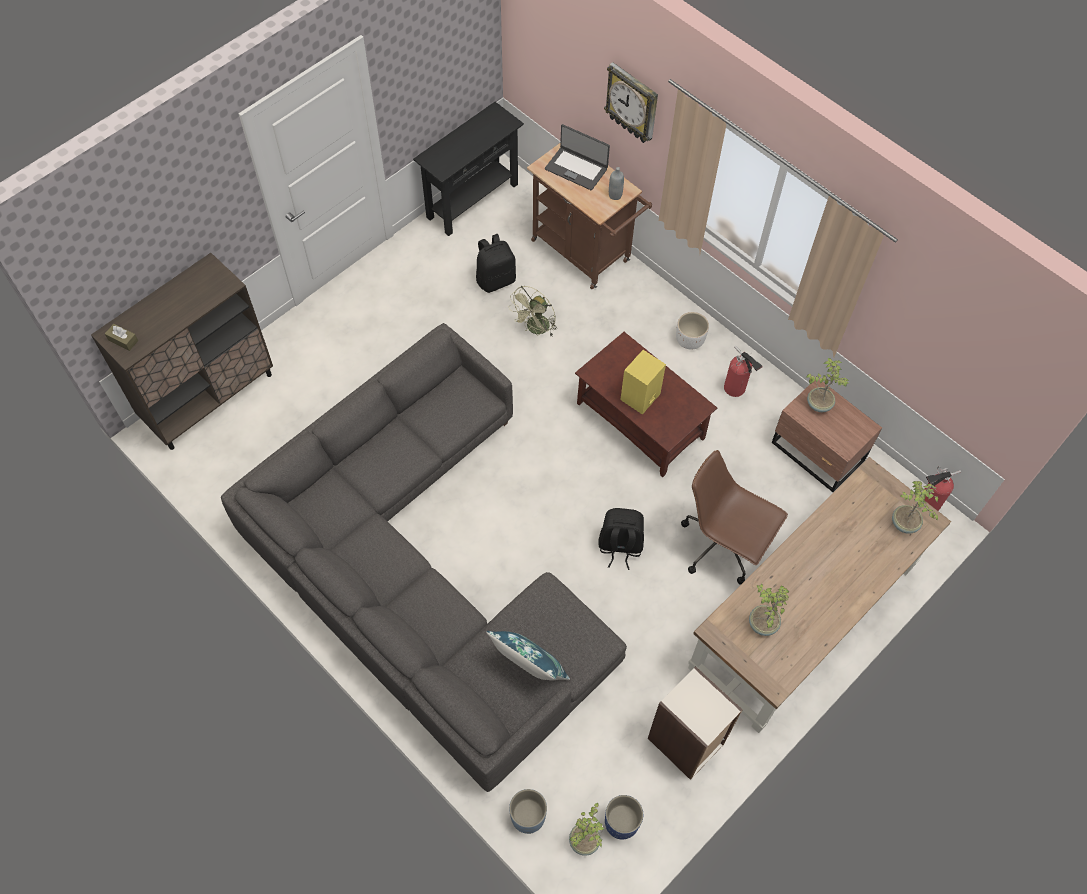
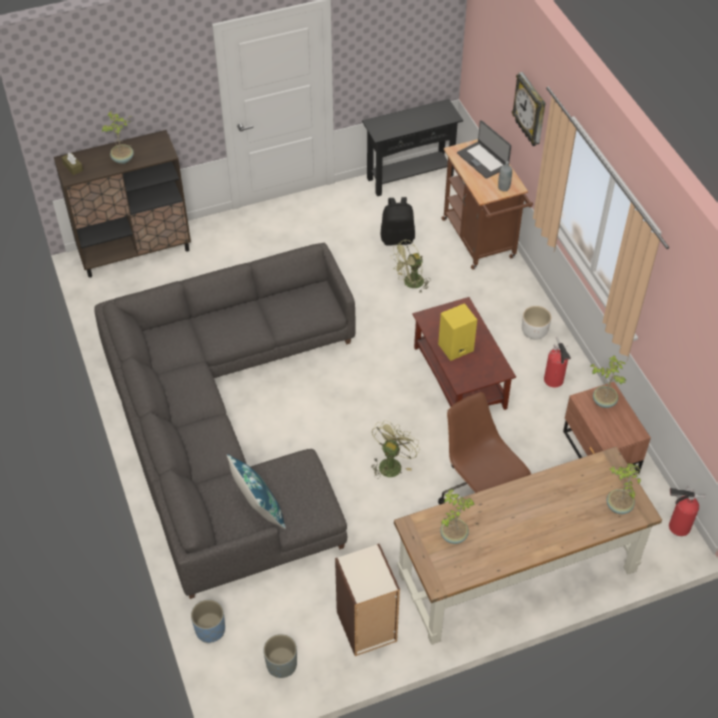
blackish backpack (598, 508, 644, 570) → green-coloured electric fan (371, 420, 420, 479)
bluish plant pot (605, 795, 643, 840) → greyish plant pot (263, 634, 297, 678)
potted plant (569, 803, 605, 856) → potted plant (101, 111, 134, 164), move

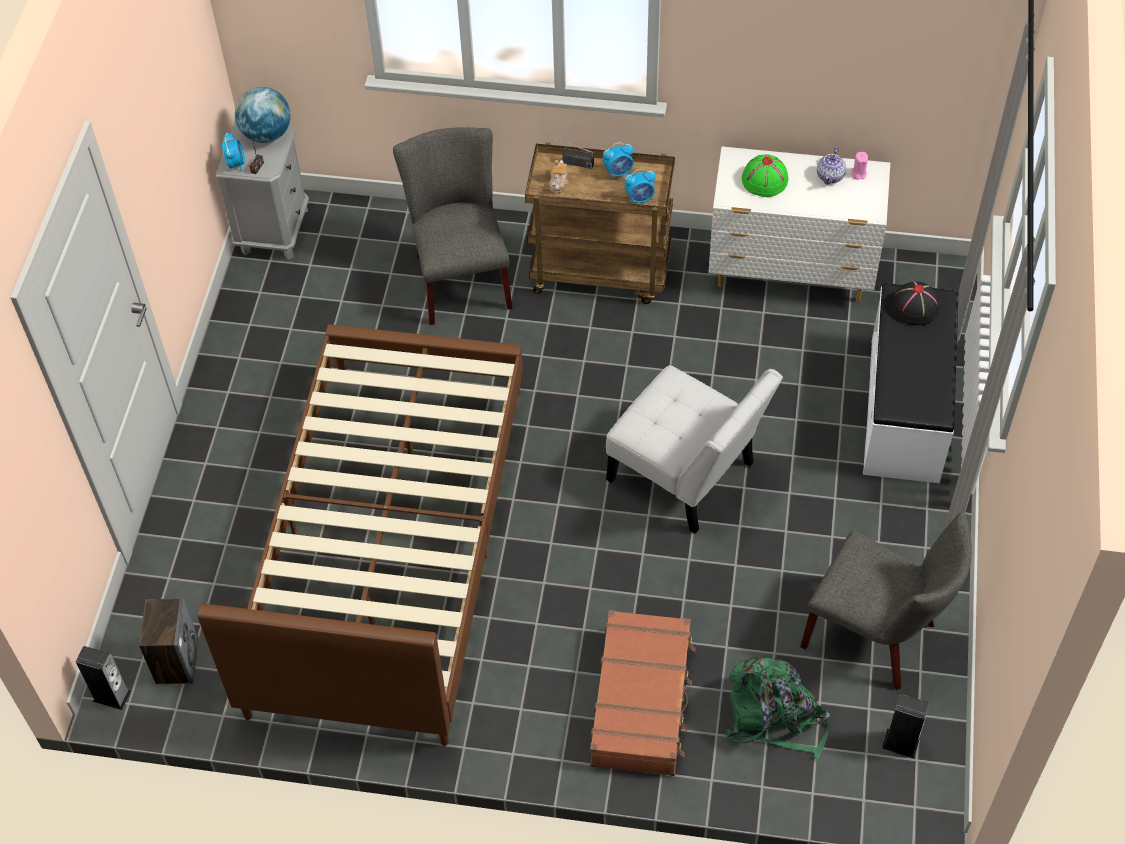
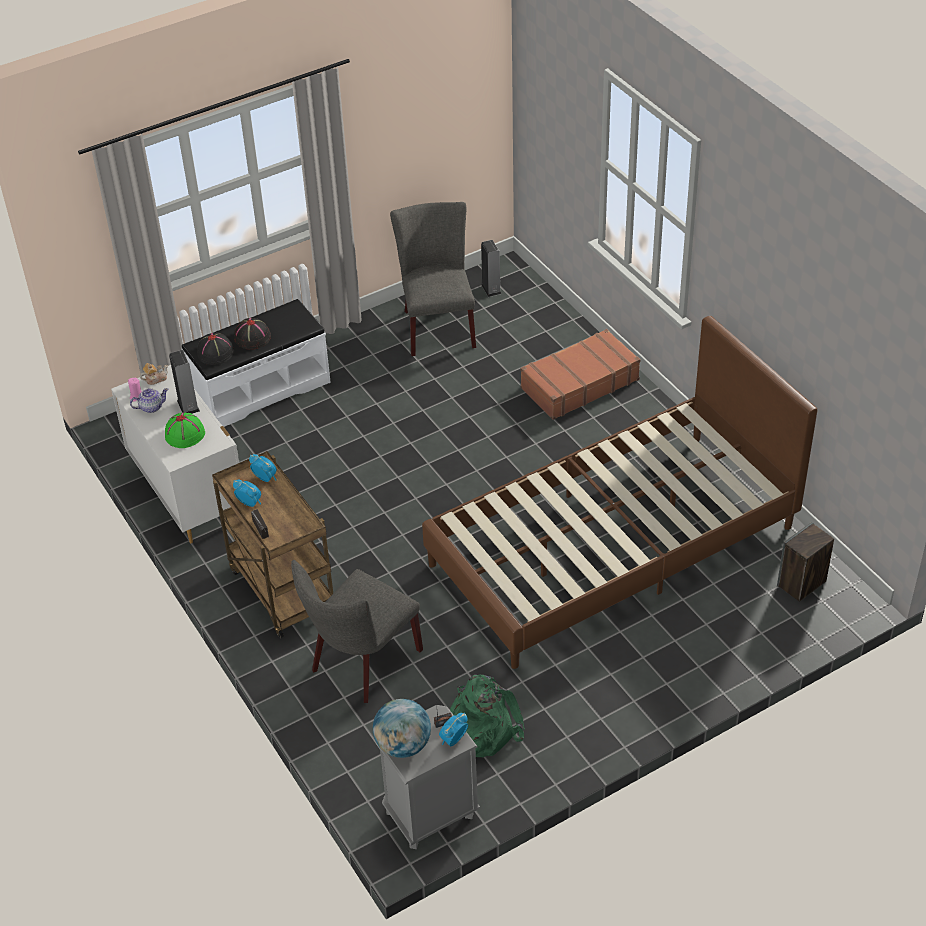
pot for tea (549, 160, 569, 193) → pot for tea (140, 363, 168, 385), move
white chair (606, 365, 783, 534) → -
audio speaker (76, 646, 131, 710) → audio speaker (169, 350, 200, 414), move
green-coloured backpack (725, 658, 830, 760) → green-coloured backpack (450, 674, 525, 757), move
- → blackish wearable hat (234, 318, 271, 350)

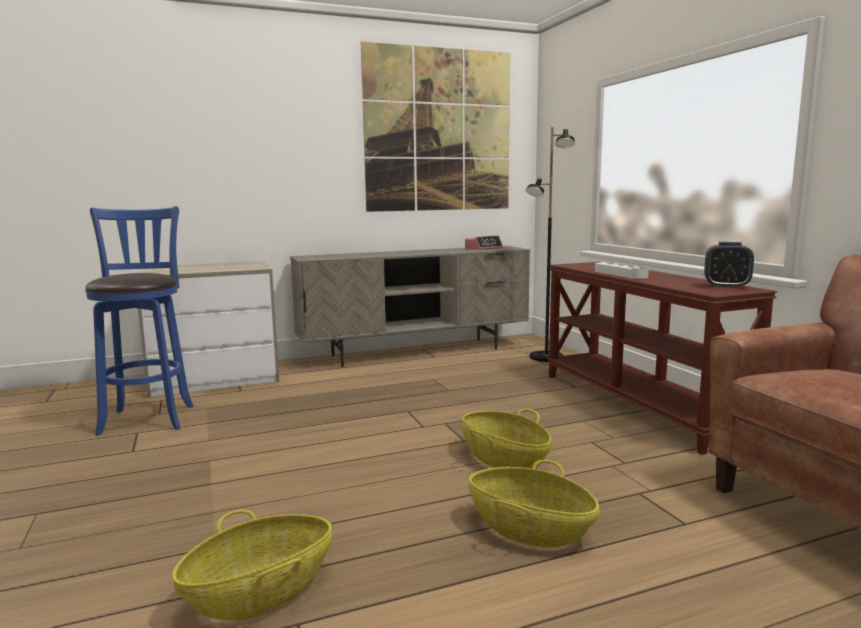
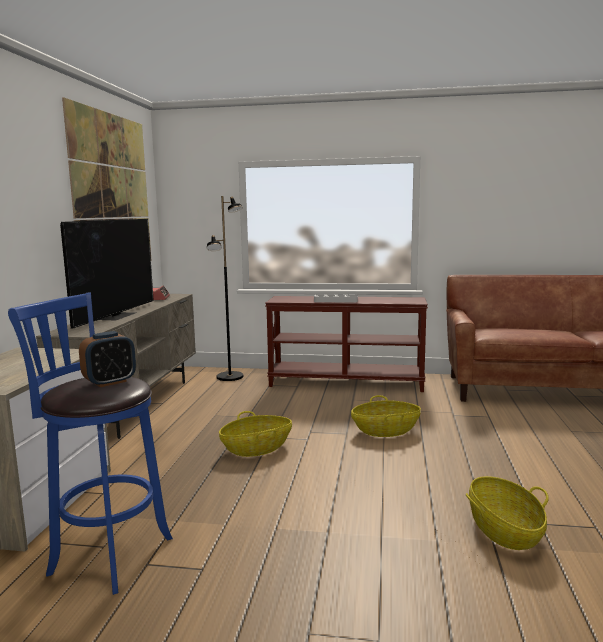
table clock (704, 242, 754, 288) → table clock (79, 331, 136, 387), move
household basket (469, 460, 599, 548) → household basket (219, 411, 292, 457), move
- → TV set (60, 219, 154, 329)

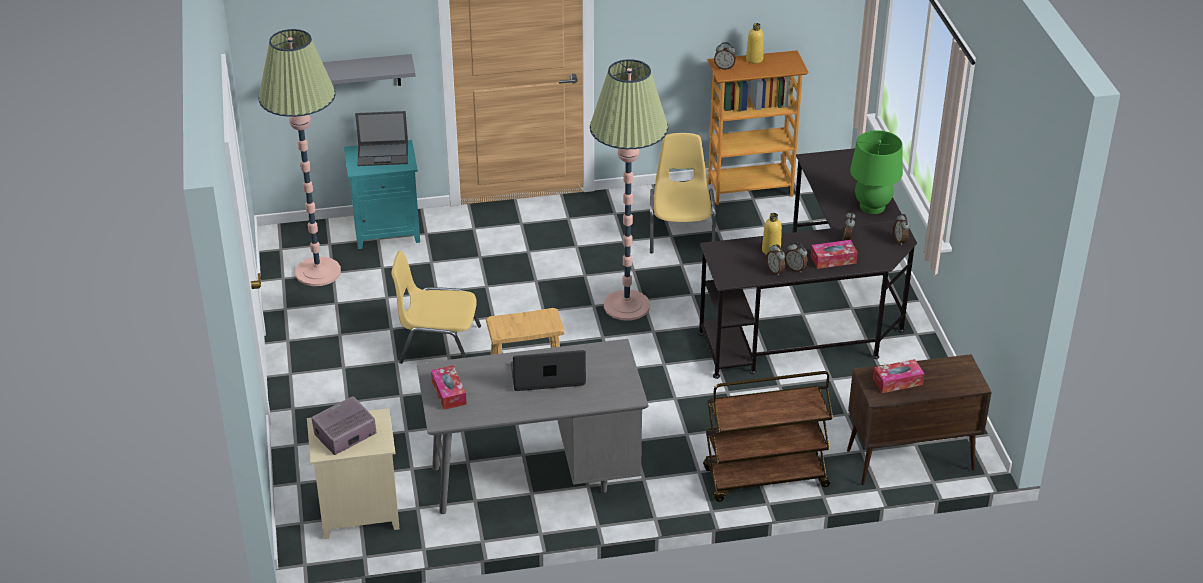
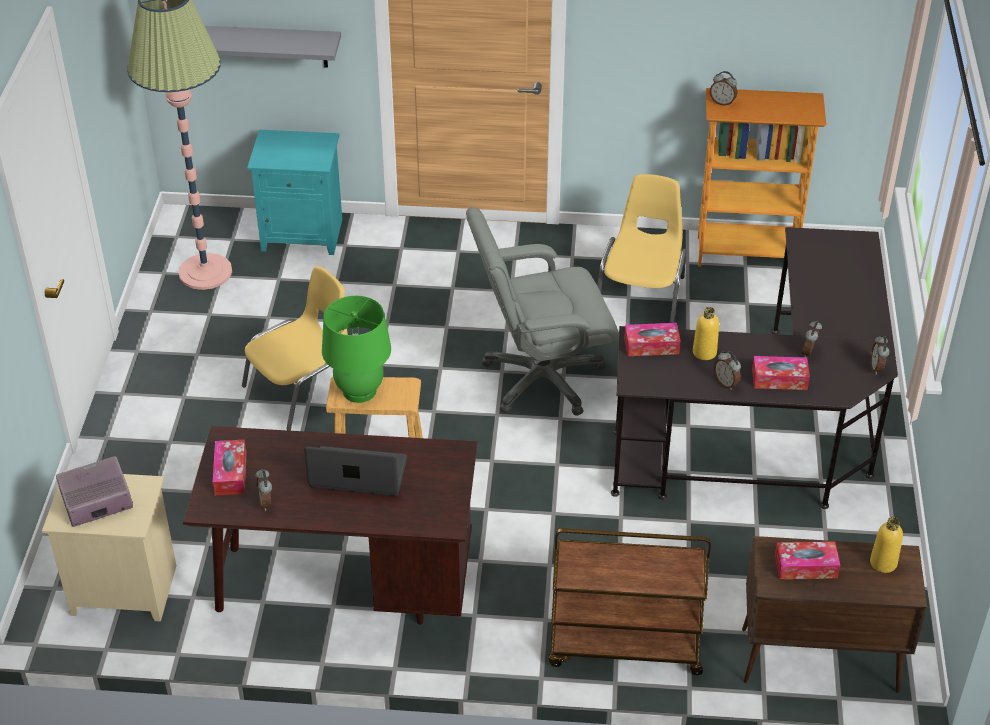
yellow drink bottle (746, 23, 764, 64) → yellow drink bottle (870, 517, 903, 573), move
floor lamp (590, 59, 668, 321) → greyish desk chair (466, 207, 619, 416)
laptop (355, 111, 408, 166) → -
green-coloured tabletop lamp (850, 130, 903, 214) → green-coloured tabletop lamp (322, 296, 391, 403), move
table clock (766, 244, 786, 276) → table clock (256, 468, 272, 511), move
yellow chair (391, 251, 481, 364) → yellow chair (242, 266, 348, 431), 120 degrees clockwise
greyish desk table (417, 339, 649, 514) → brown desk table (183, 426, 477, 625)
- → box of tissues (624, 323, 681, 356)

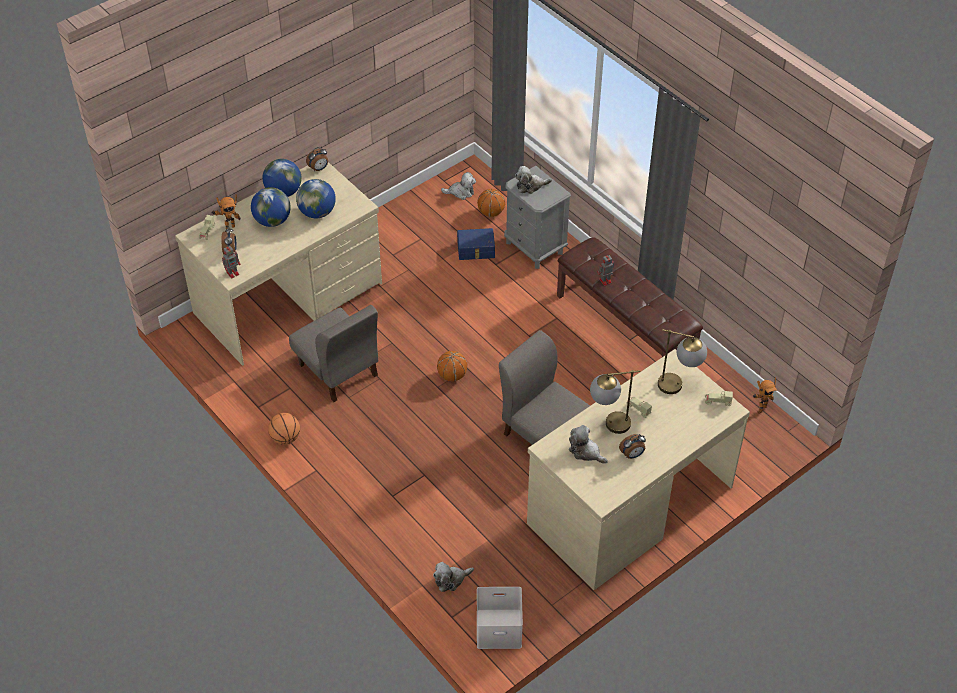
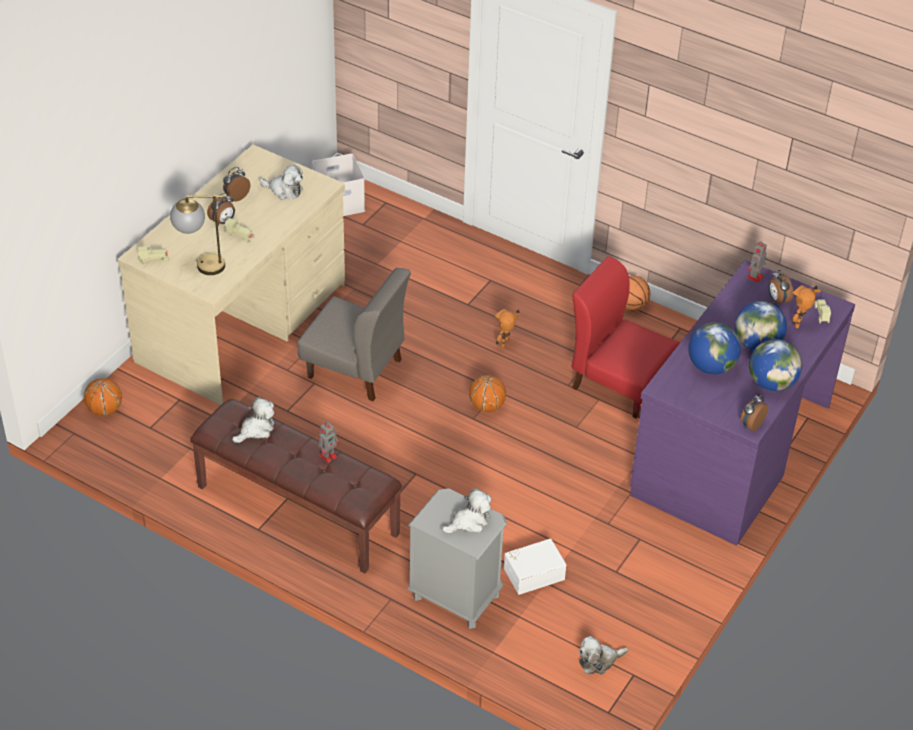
beige-coloured desk table (175, 162, 382, 366) → purple-coloured desk table (630, 260, 855, 545)
basketball ball (477, 189, 505, 217) → basketball ball (84, 378, 122, 416), move
bluish storage bin (457, 228, 495, 260) → white storage bin (504, 539, 566, 595)
greyish chair (289, 305, 378, 402) → red chair (571, 256, 680, 418)
tabletop lamp (590, 370, 640, 434) → -
toy robot (753, 377, 777, 414) → toy robot (495, 309, 520, 348), move
soft toy (433, 562, 474, 592) → soft toy (232, 397, 274, 443), move
- → table clock (207, 193, 235, 225)

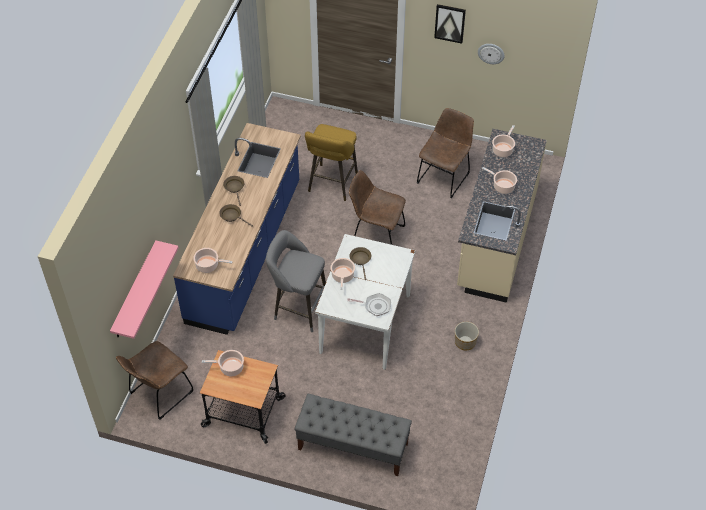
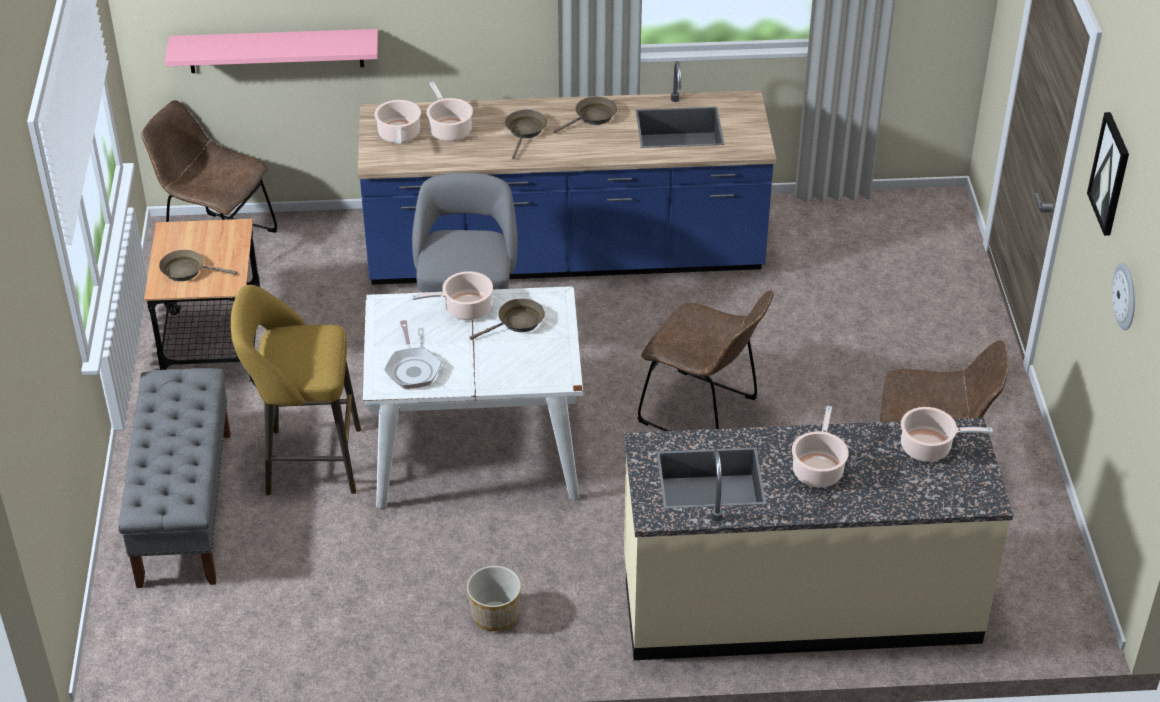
yellow sitting stool (305, 124, 358, 201) → yellow sitting stool (231, 285, 361, 495), move
brown chair (349, 170, 406, 245) → brown chair (637, 290, 774, 431), 120 degrees clockwise
cooking pot (202, 350, 244, 376) → cooking pot (426, 82, 473, 141), move
- → brown skillet (159, 250, 237, 281)

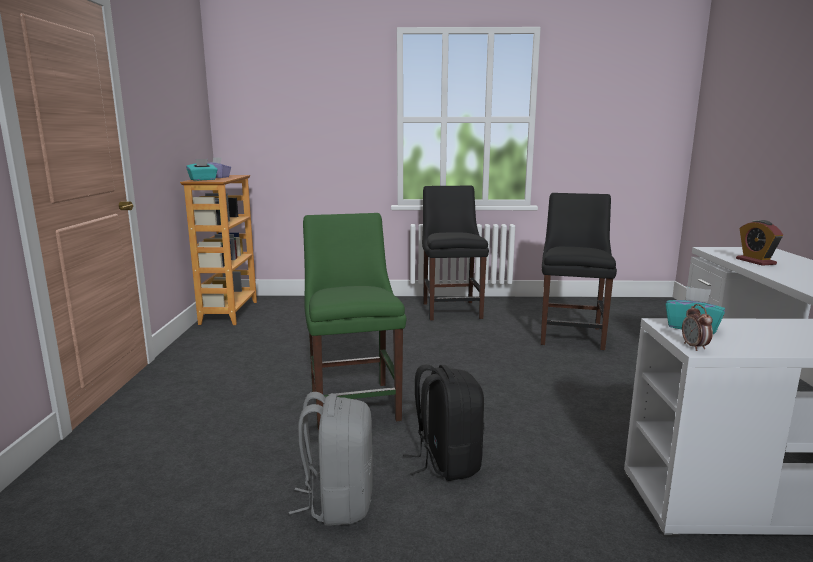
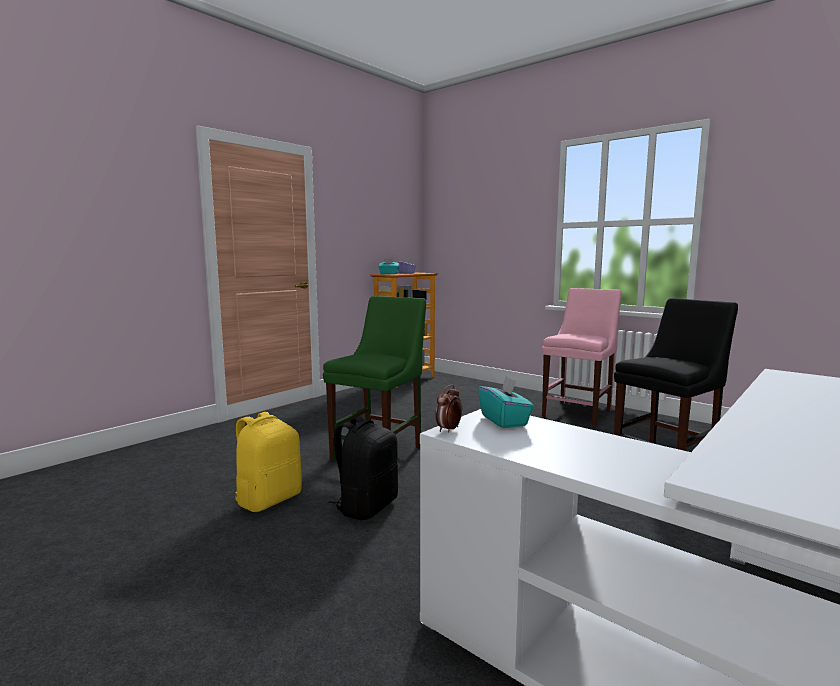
blackish chair (422, 185, 489, 321) → pinkish chair (542, 288, 622, 426)
table clock (736, 220, 783, 266) → -
greyish backpack (289, 392, 373, 526) → yellow backpack (235, 412, 302, 512)

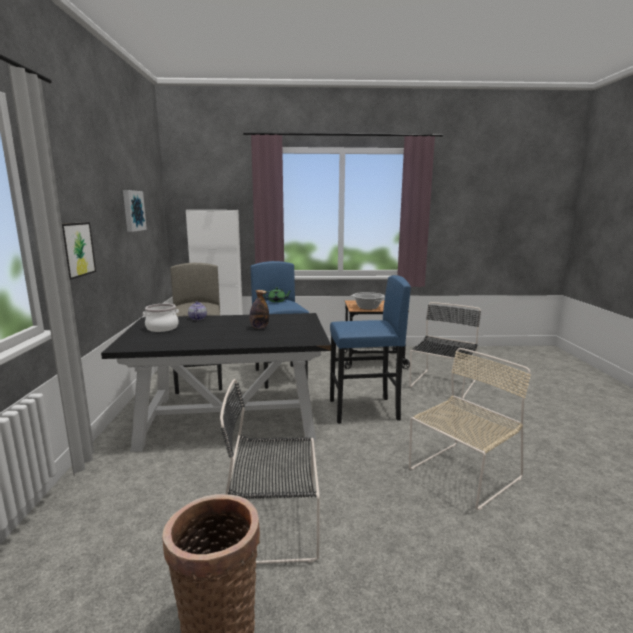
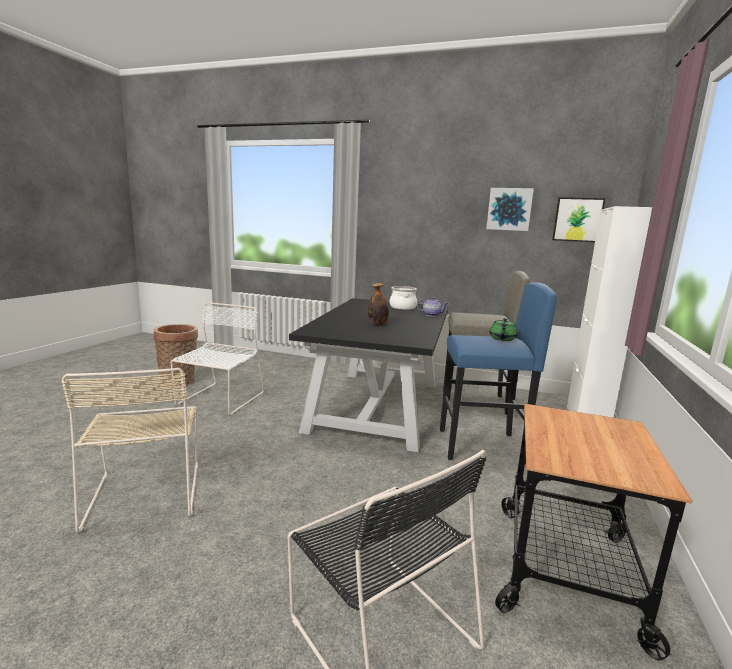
wall art (62, 222, 96, 280) → wall art (552, 197, 606, 242), move
bluish sitting stool (330, 275, 411, 424) → -
cooking pot (351, 292, 385, 310) → -
blackish chair (220, 379, 320, 564) → white chair (170, 302, 264, 415)

